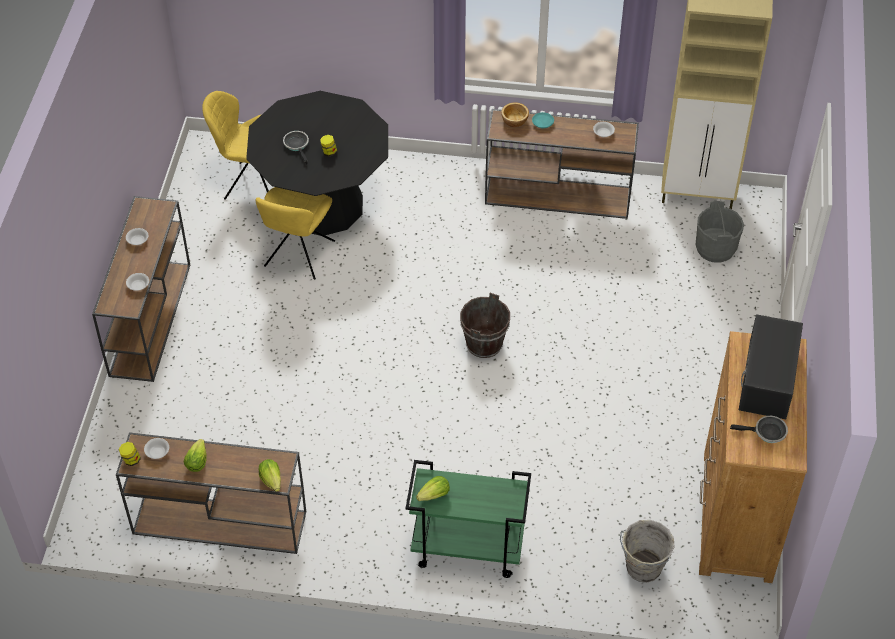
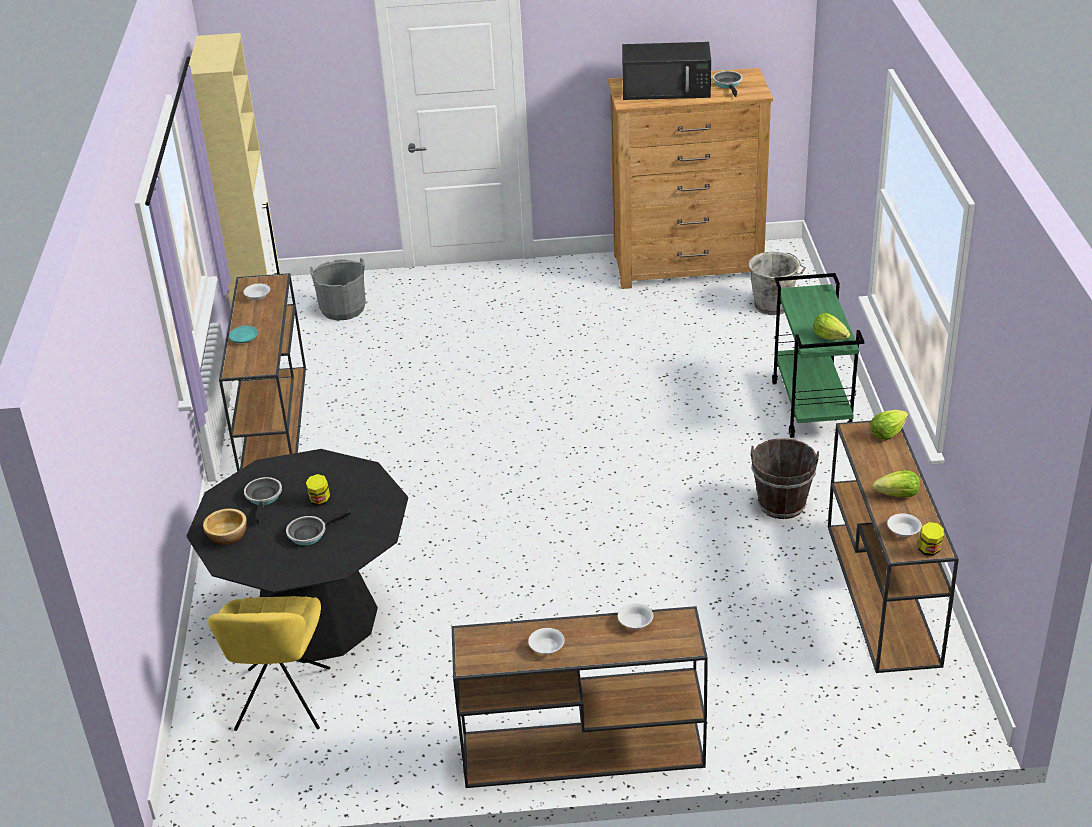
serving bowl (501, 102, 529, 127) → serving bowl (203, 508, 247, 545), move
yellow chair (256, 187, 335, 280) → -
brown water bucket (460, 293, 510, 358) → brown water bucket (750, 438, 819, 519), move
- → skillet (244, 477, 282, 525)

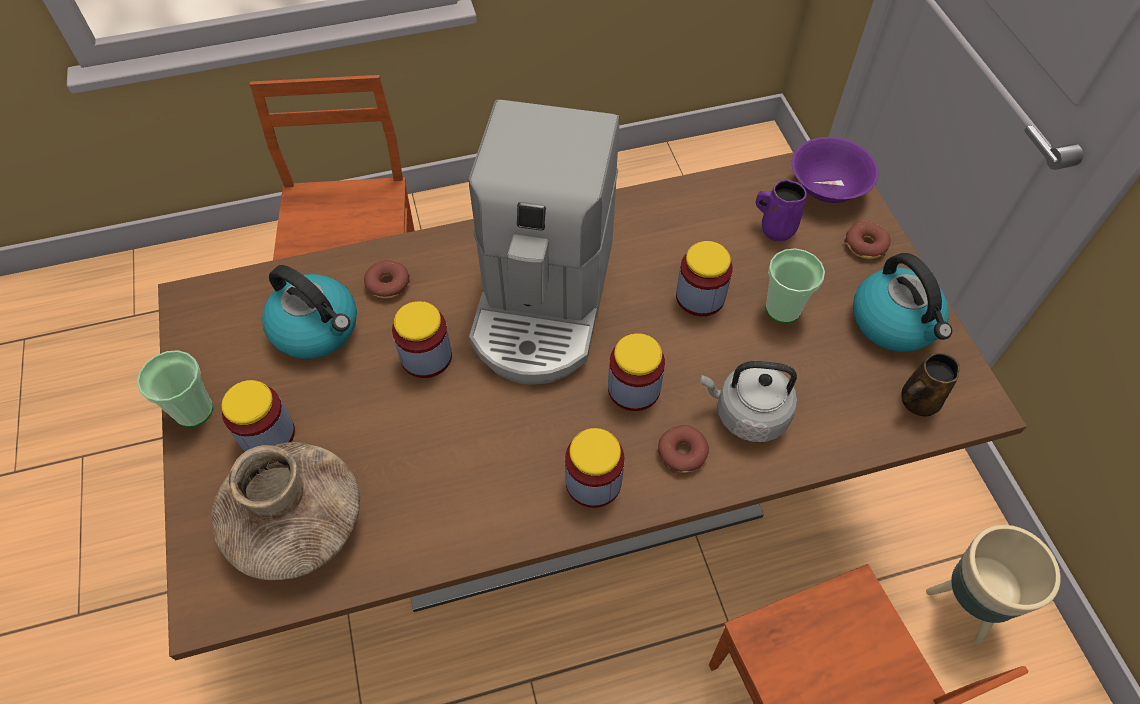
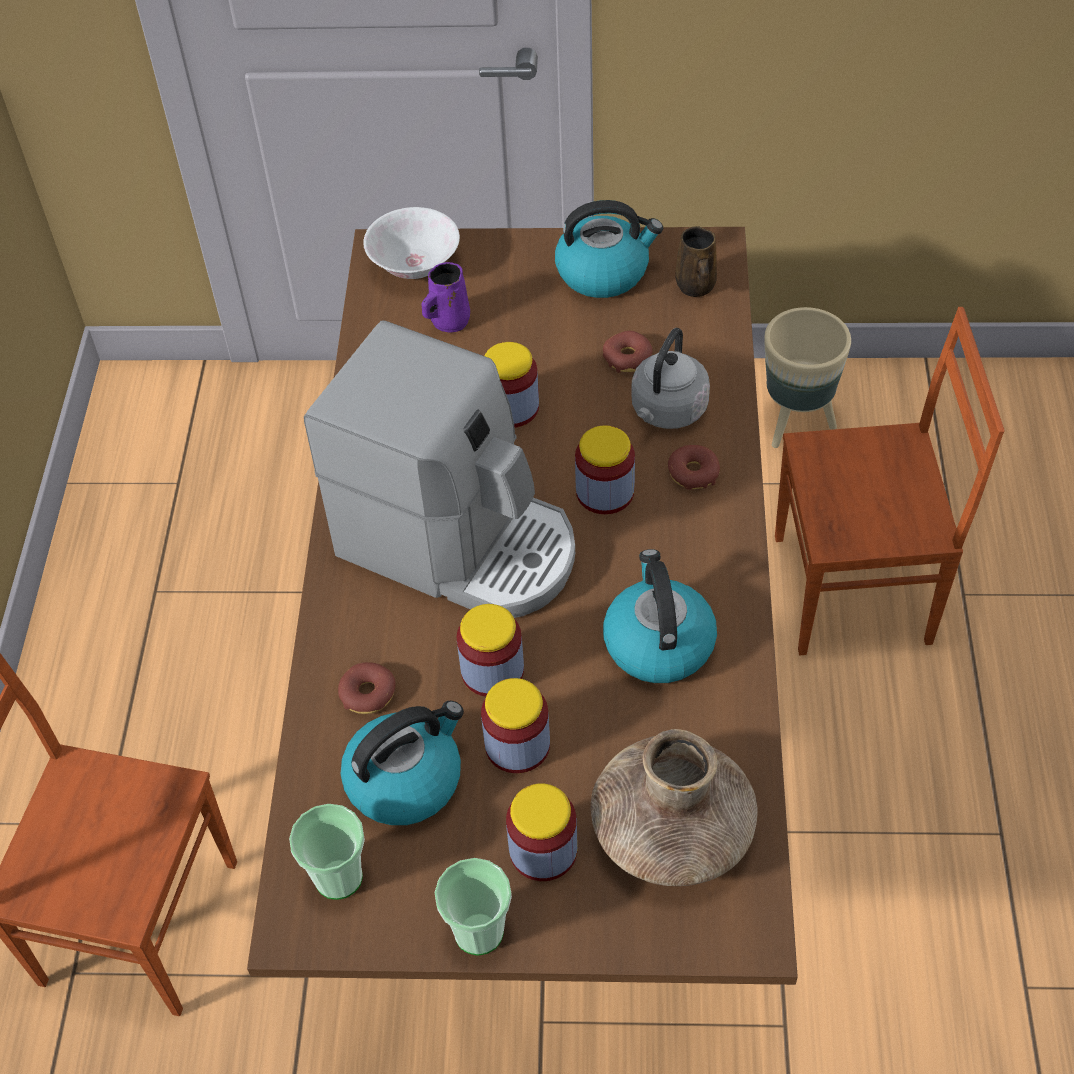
purple-coloured serving bowl (792, 137, 879, 203) → white serving bowl (363, 207, 460, 279)
donut (844, 221, 890, 259) → donut (603, 331, 653, 373), move
cup (766, 248, 825, 323) → cup (289, 804, 365, 900), move
storage jar (565, 428, 624, 508) → storage jar (481, 678, 550, 773), move
- → kettle (603, 549, 717, 683)

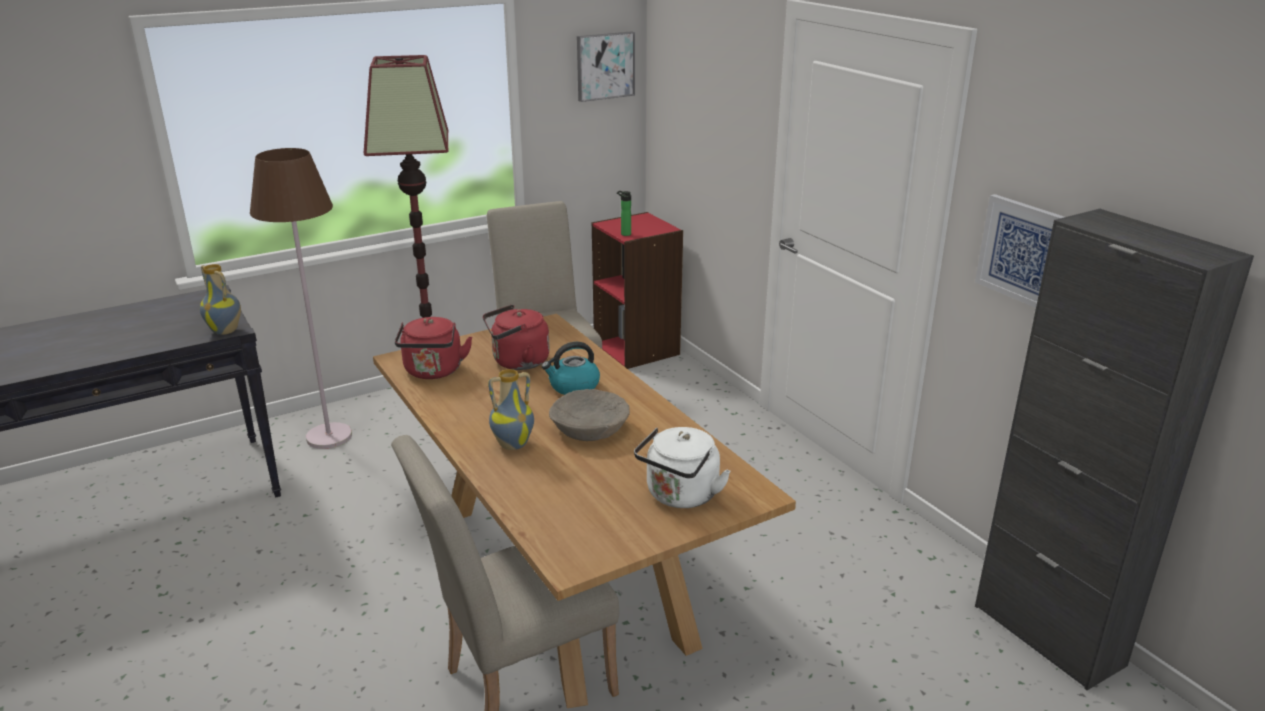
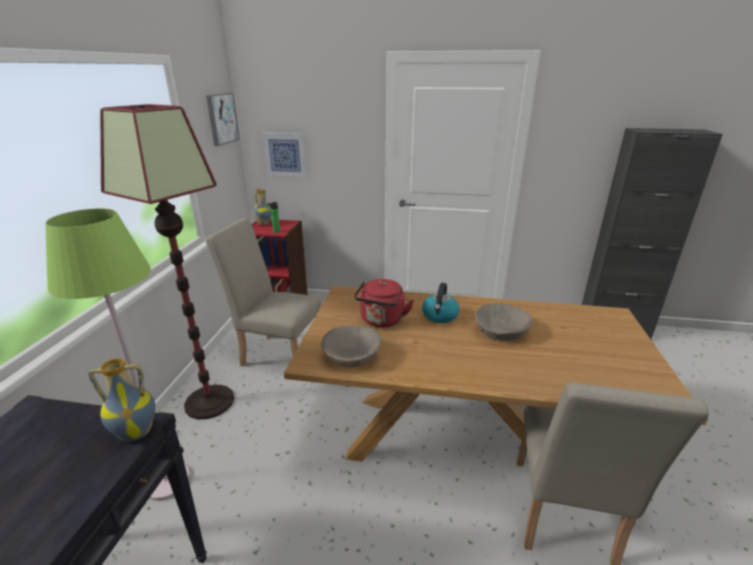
brown floor lamp (250, 148, 352, 449) → green-coloured floor lamp (45, 208, 190, 501)
wall art (975, 194, 1064, 308) → wall art (262, 133, 307, 178), move
red kettle (395, 317, 472, 379) → beige-coloured serving bowl (321, 326, 381, 367)
vase (488, 369, 534, 450) → vase (253, 189, 272, 225), move
white kettle (634, 427, 731, 508) → -

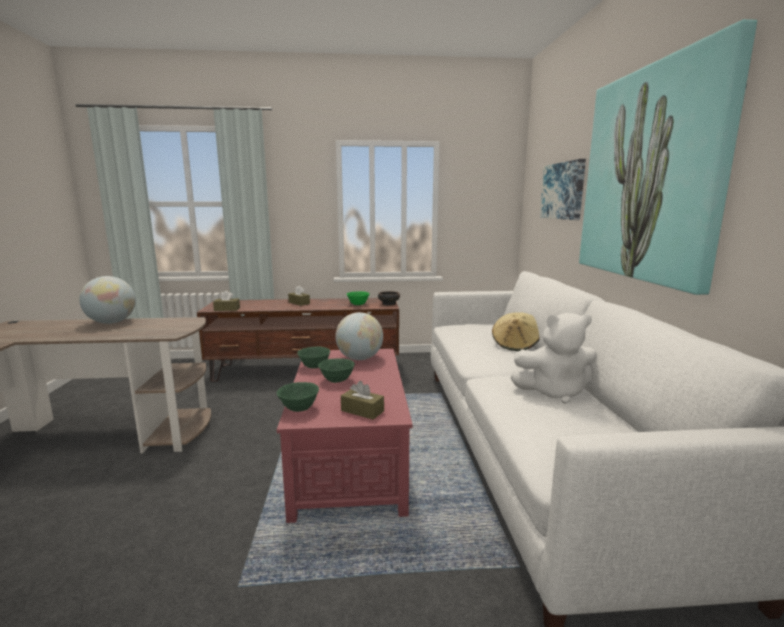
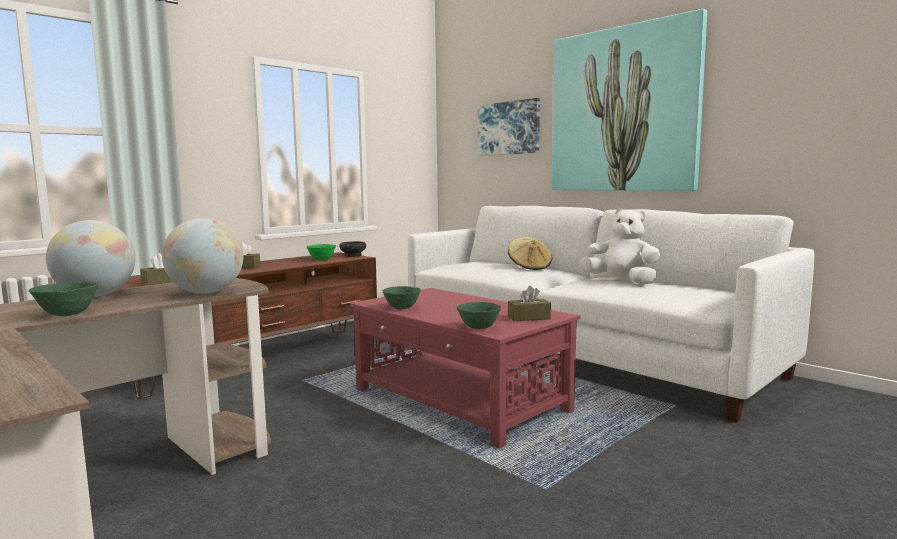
desk globe (336, 312, 383, 360) → desk globe (162, 218, 243, 294), move
white soft toy (510, 313, 596, 404) → white soft toy (580, 208, 660, 285), 105 degrees counterclockwise
green-coloured serving bowl (318, 359, 355, 383) → green-coloured serving bowl (28, 281, 99, 316), move

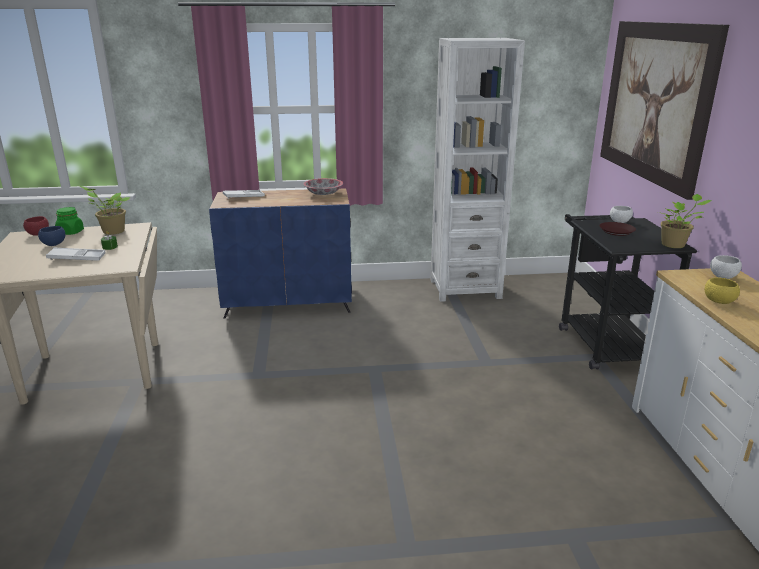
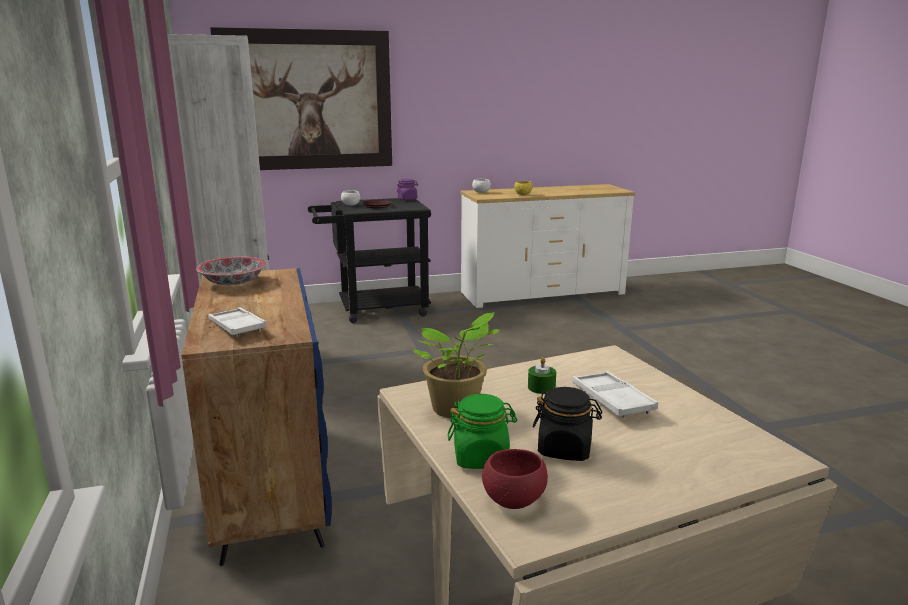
potted plant (658, 194, 712, 248) → purple-coloured storage jar (397, 179, 418, 200)
bluish serving bowl (38, 226, 65, 246) → blackish storage jar (533, 387, 602, 461)

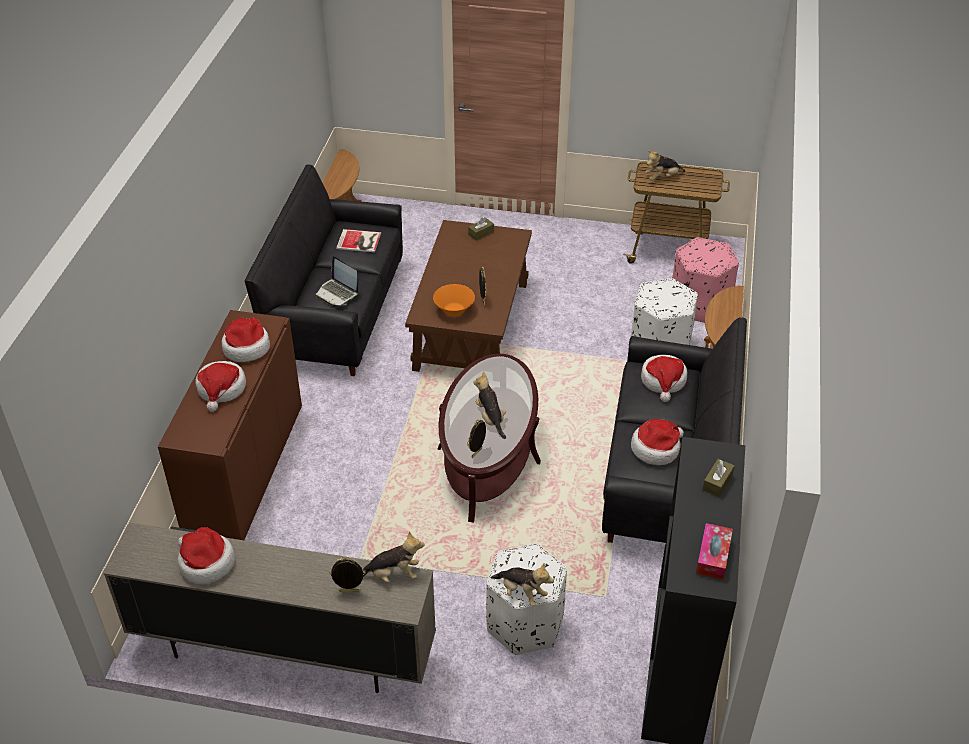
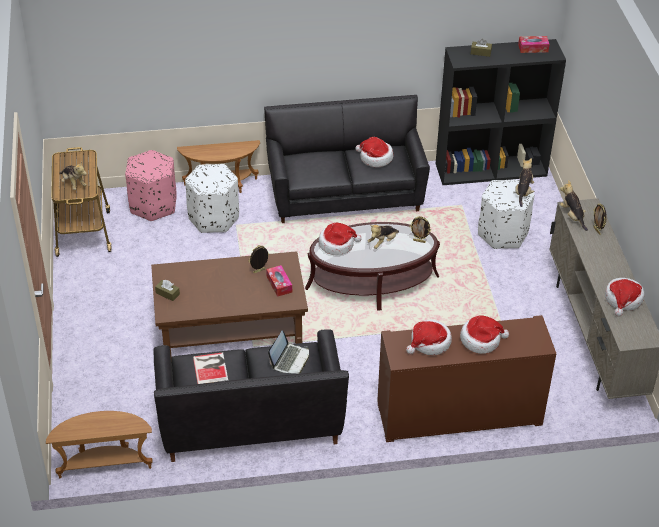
orange-coloured serving bowl (433, 284, 475, 316) → box of tissues (266, 265, 292, 297)
wearable hat (641, 355, 687, 402) → wearable hat (318, 223, 362, 256), move

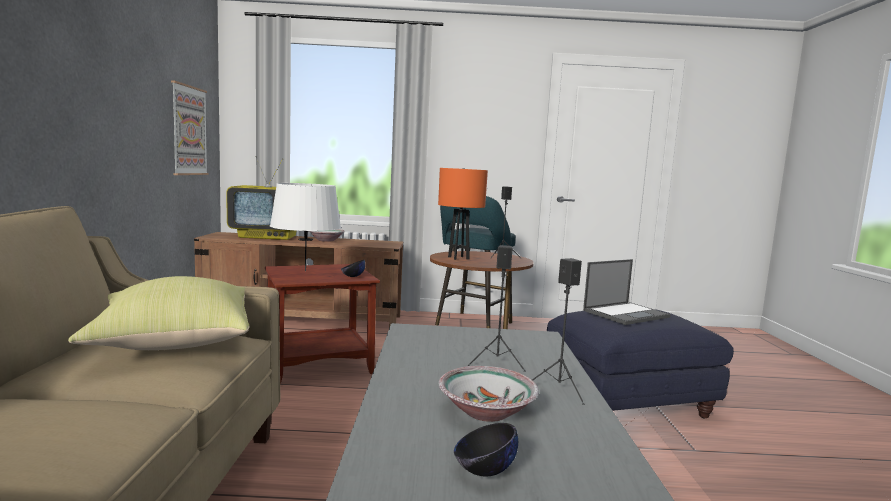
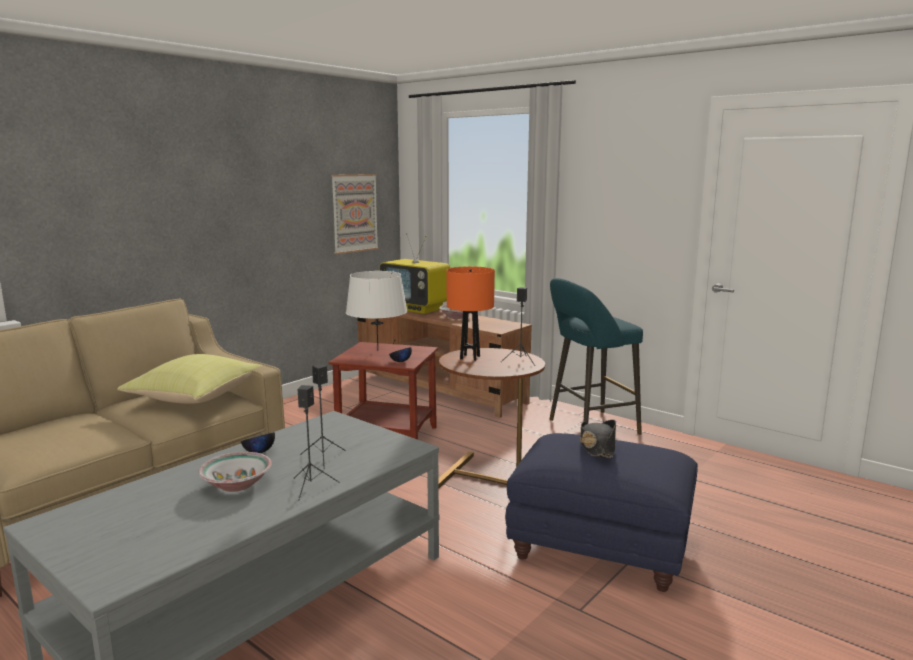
laptop (583, 259, 671, 325) → blackish wearable hat (580, 420, 616, 458)
blackish serving bowl (454, 423, 518, 476) → blackish serving bowl (241, 432, 275, 453), move

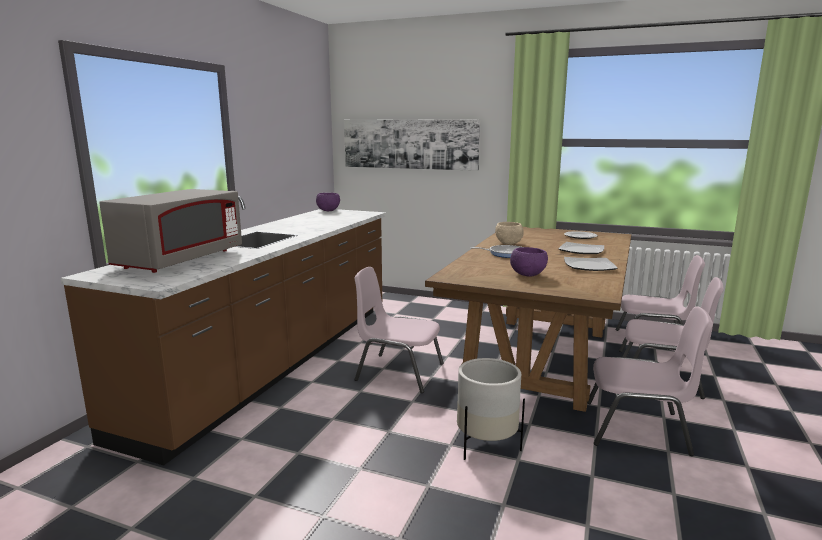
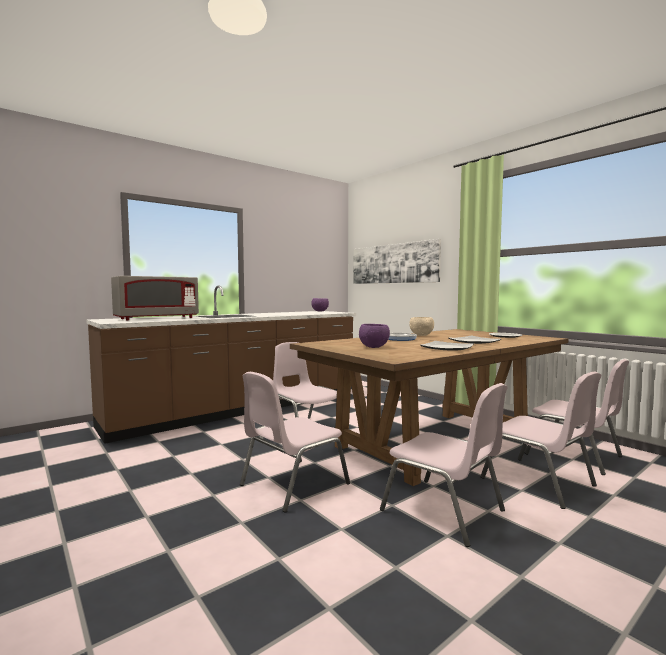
white plant pot (457, 358, 525, 460) → pinkish chair (240, 372, 350, 513)

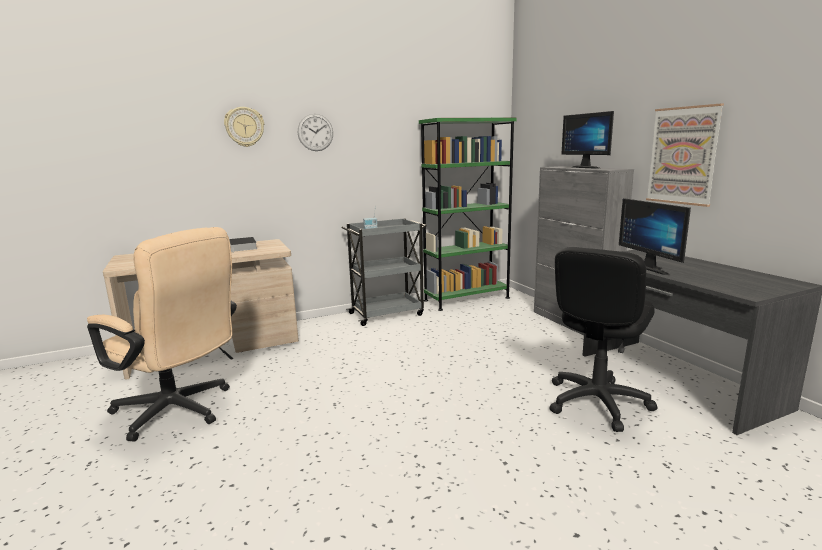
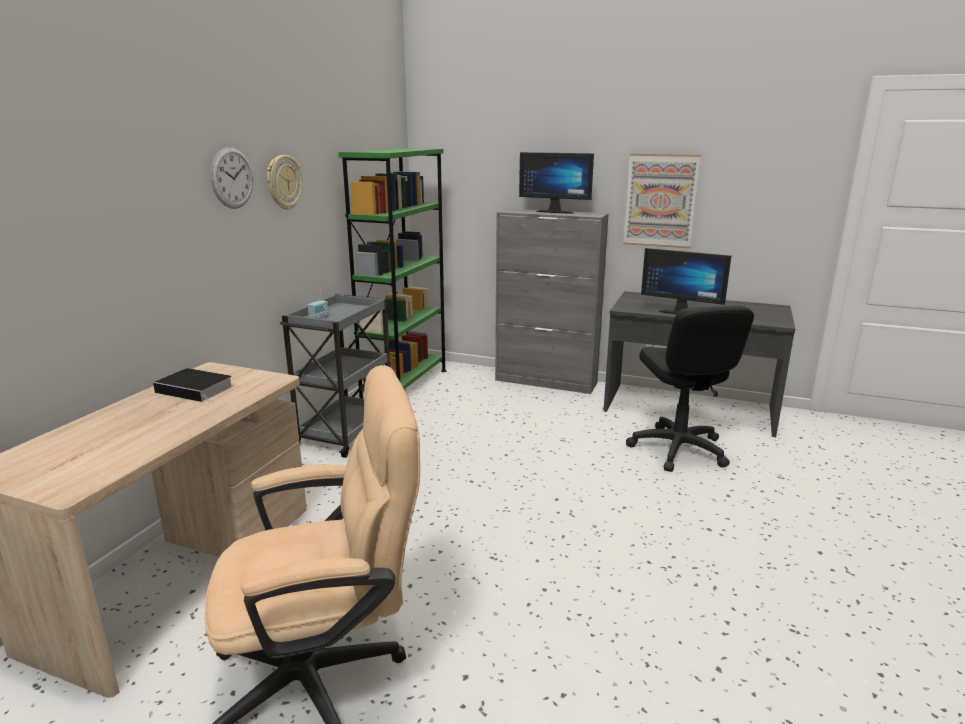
wall clock (224, 107, 264, 147) → wall clock (267, 155, 303, 210), move

